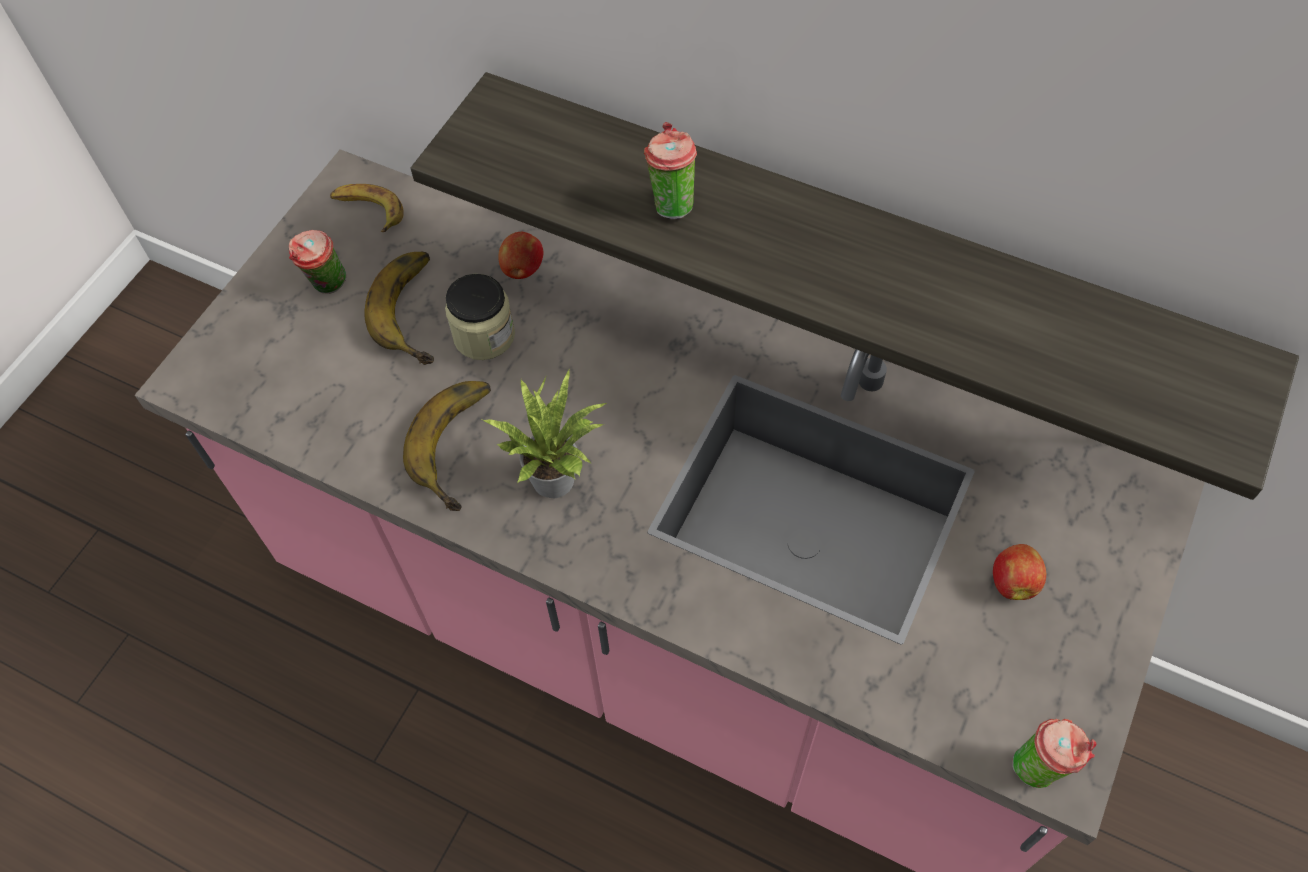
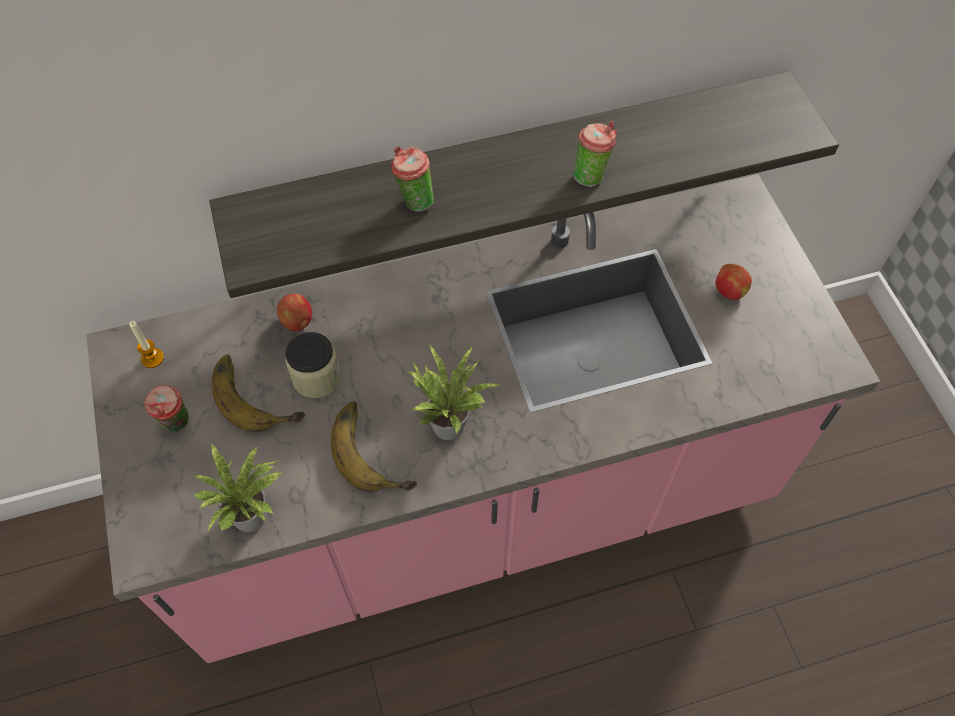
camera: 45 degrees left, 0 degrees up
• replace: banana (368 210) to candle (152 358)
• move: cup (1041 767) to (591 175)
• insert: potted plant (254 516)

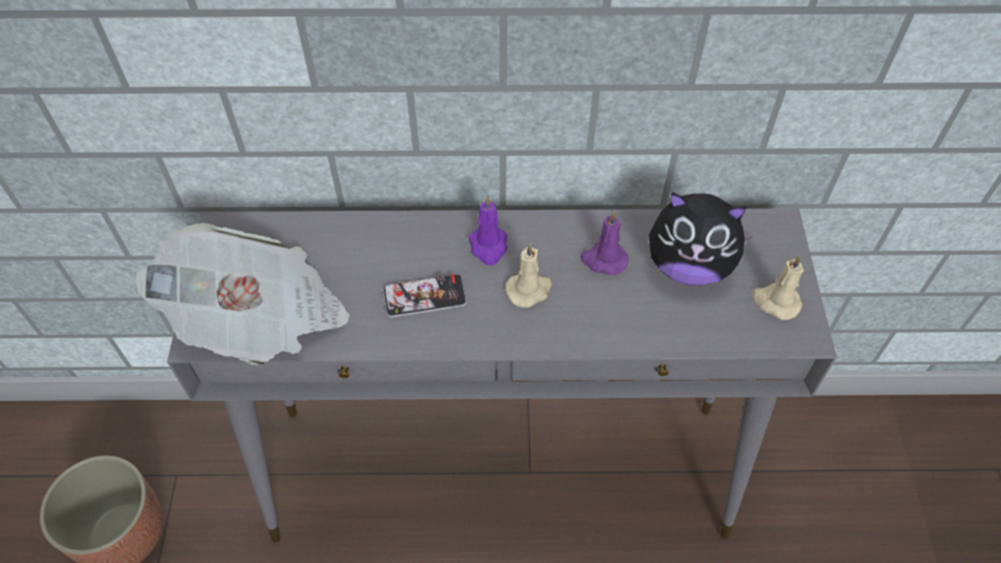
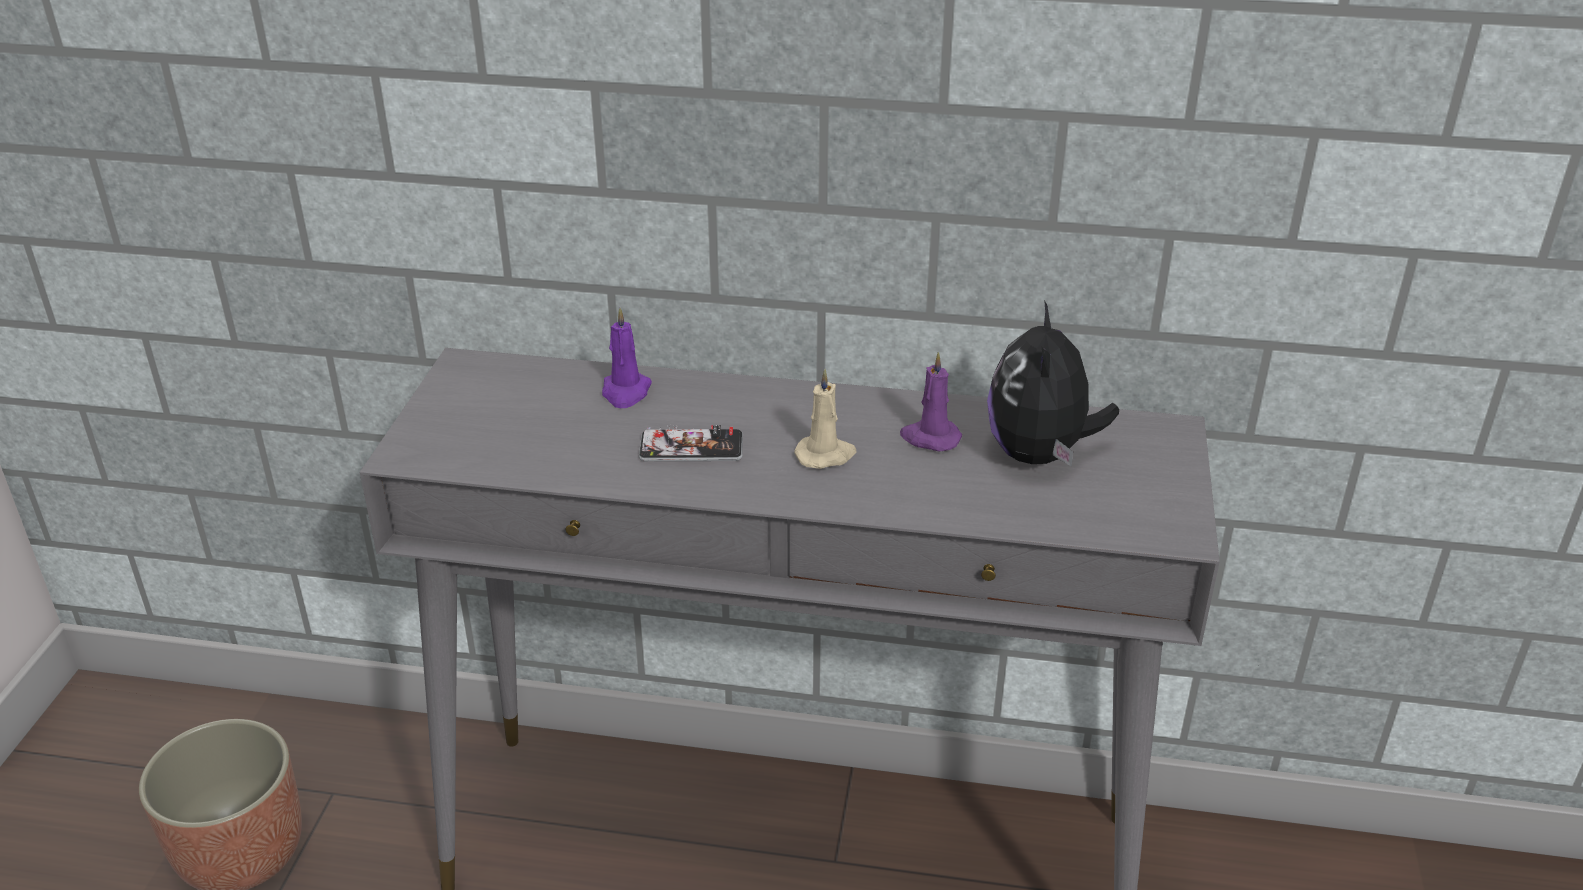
camera: 10 degrees right, 20 degrees down
• delete: newspaper (260 318)
• move: purple candle (488 247) to (626 392)
• rotate: plush toy (688 266) = (1040 454) 75 degrees clockwise
• delete: beige candle (775 302)

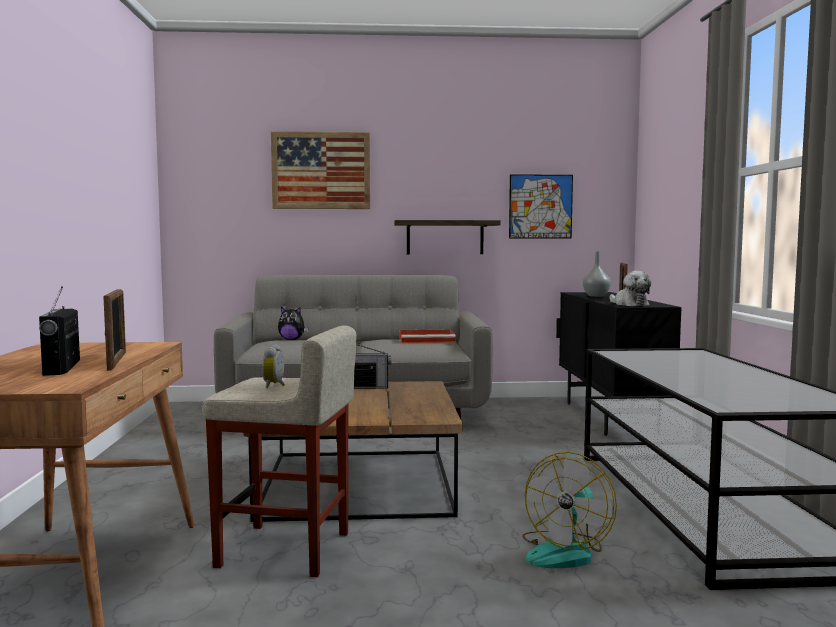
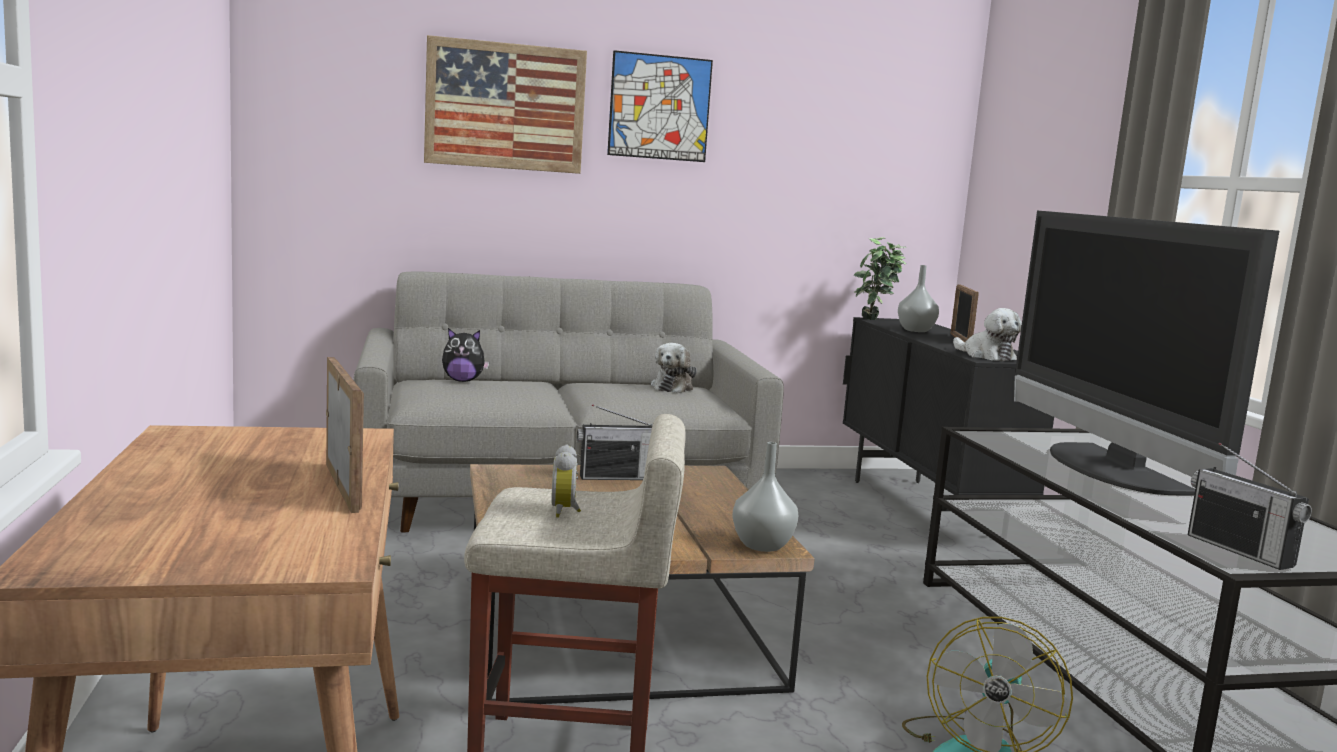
camera: 10 degrees left, 5 degrees up
• move: radio (62 368) to (1240 551)
• delete: shelf (445 237)
• replace: red tray (427 339) to plush toy (673 387)
• move: picture (540 206) to (659 107)
• insert: grey vase (762 546)
• insert: potted plant (875 320)
• insert: television (1107 469)

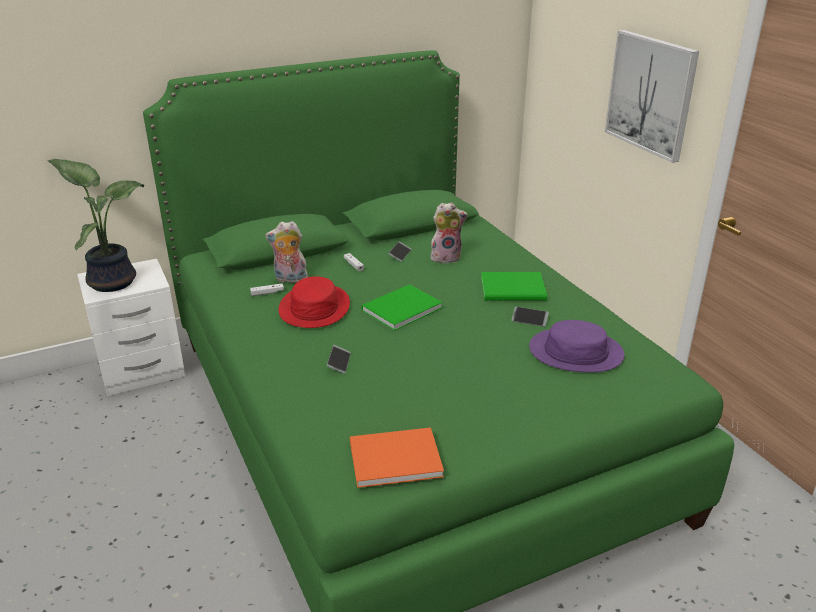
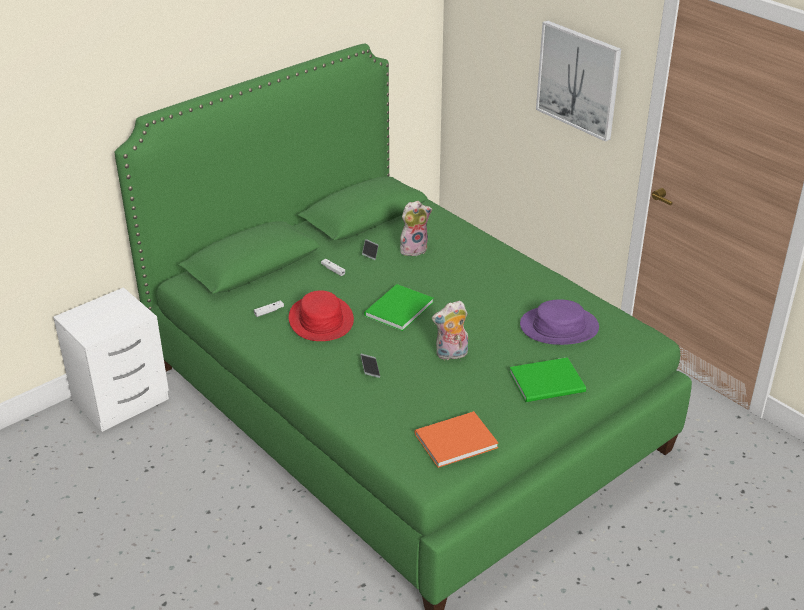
camera: 15 degrees left, 5 degrees up
• delete: potted plant (112 281)
• move: plush toy (290 279) to (451 355)
• move: green book (515 289) to (549 383)
• delete: phone (529 320)

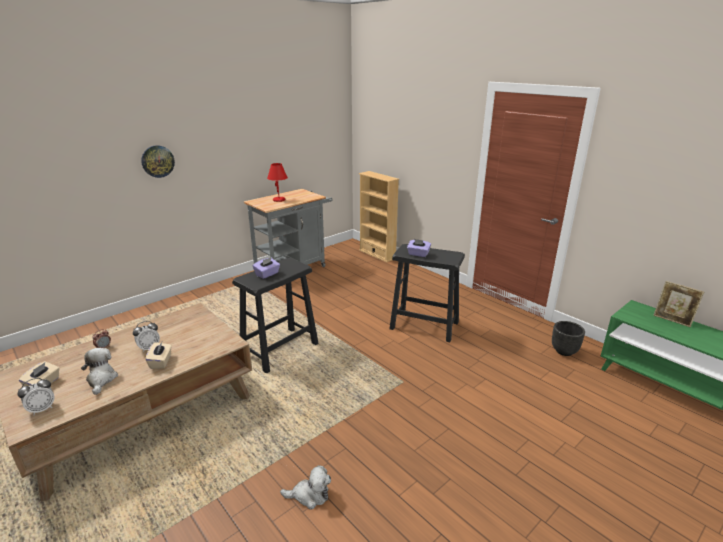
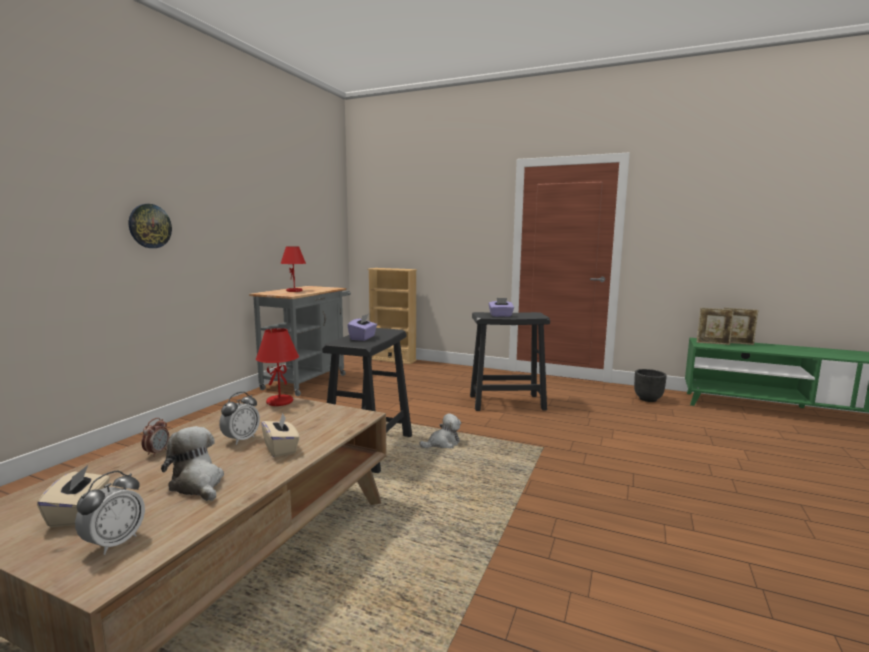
camera: 25 degrees left, 15 degrees down
• move: plush toy (309 495) to (443 444)
• insert: red table lamp (280 402)
• insert: picture frame (713 343)

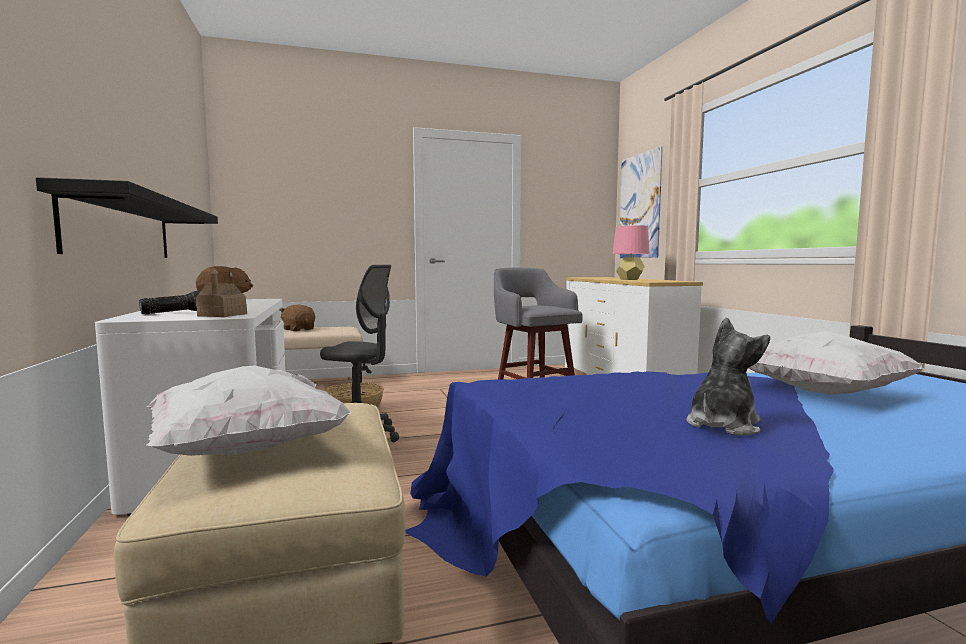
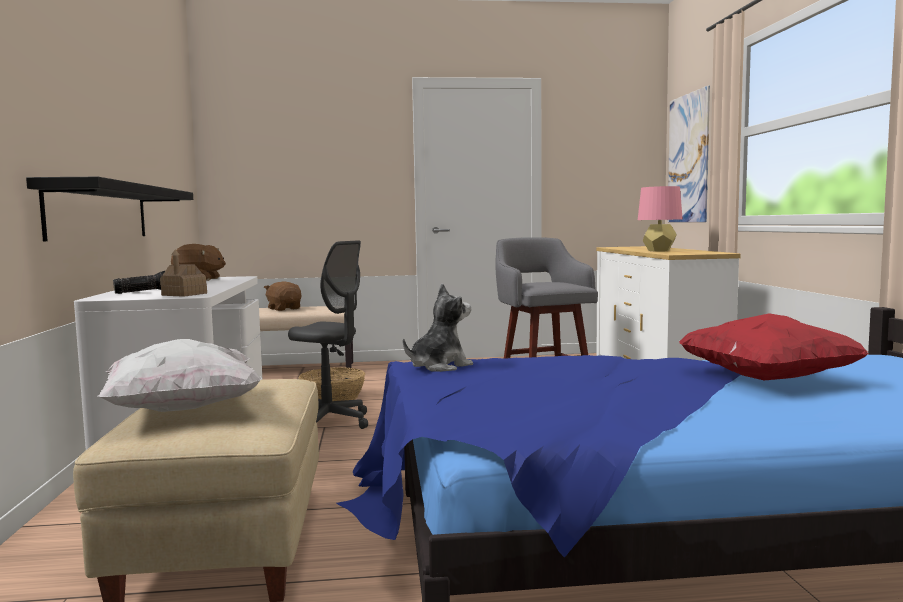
camera: 10 degrees right, 0 degrees up
• move: plush toy (722 425) to (439 366)
• recolor: white pillow (822 393) to red pillow (766 379)

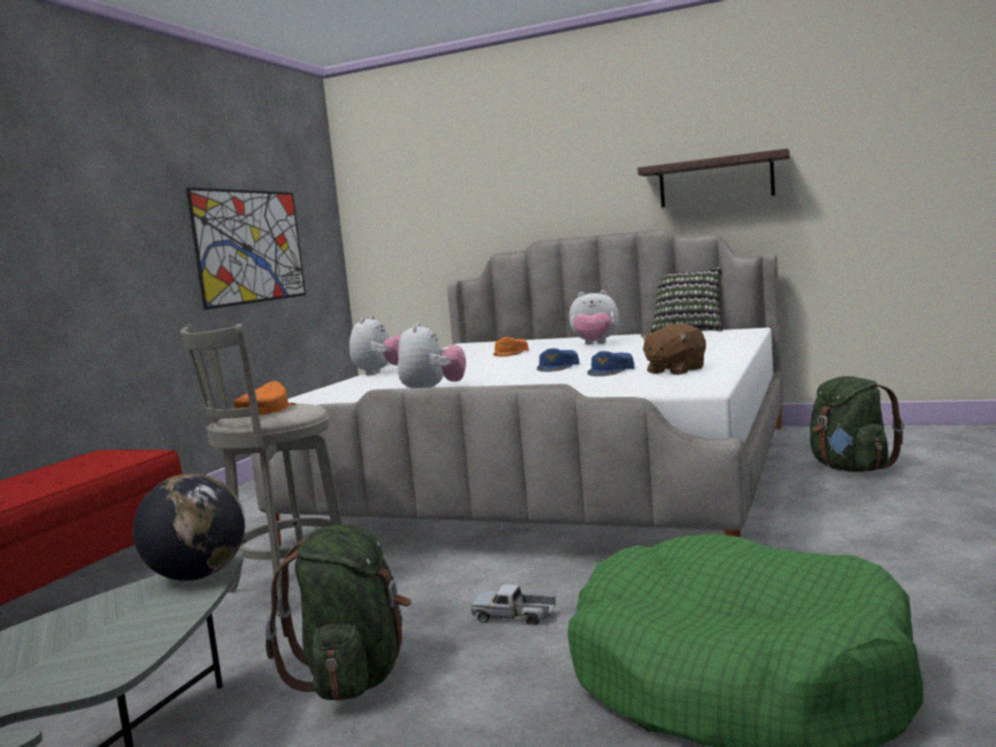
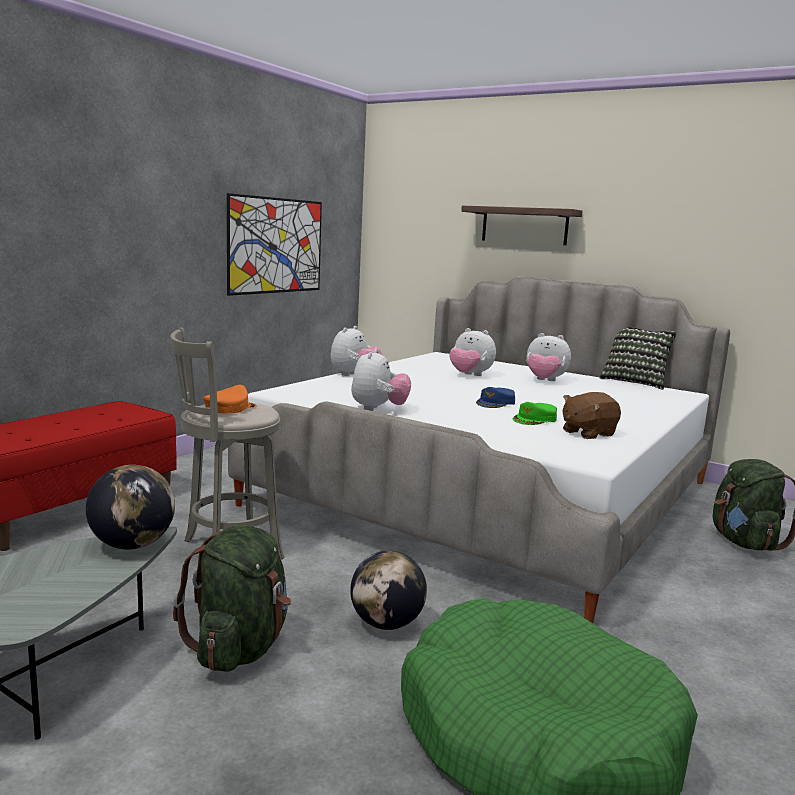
camera: 10 degrees right, 5 degrees up
• replace: toy truck (514 617) to globe (386 624)
• replace: orange cap (511 353) to plush toy (470 375)
• recolor: blue cap (611 371) to green cap (535 419)
• move: shelf (715 181) to (524 225)

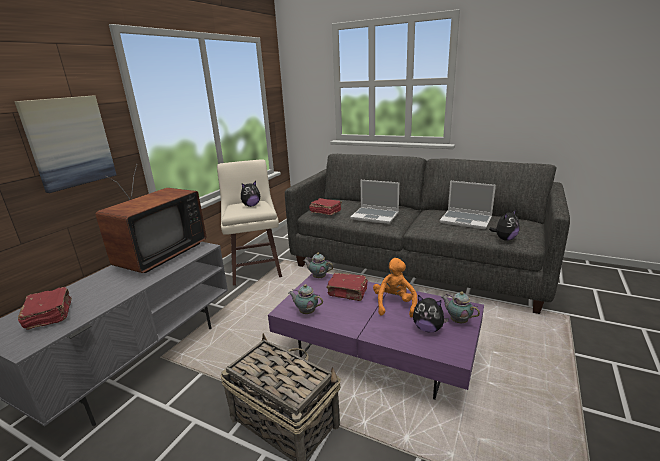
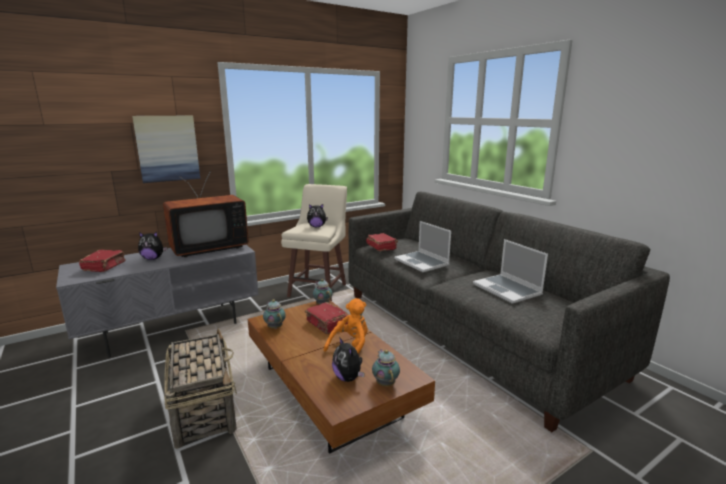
camera: 30 degrees right, 5 degrees down
• recolor: purple coffee table (376 352) to brown coffee table (331 392)
• move: plush toy (504 239) to (153 258)

